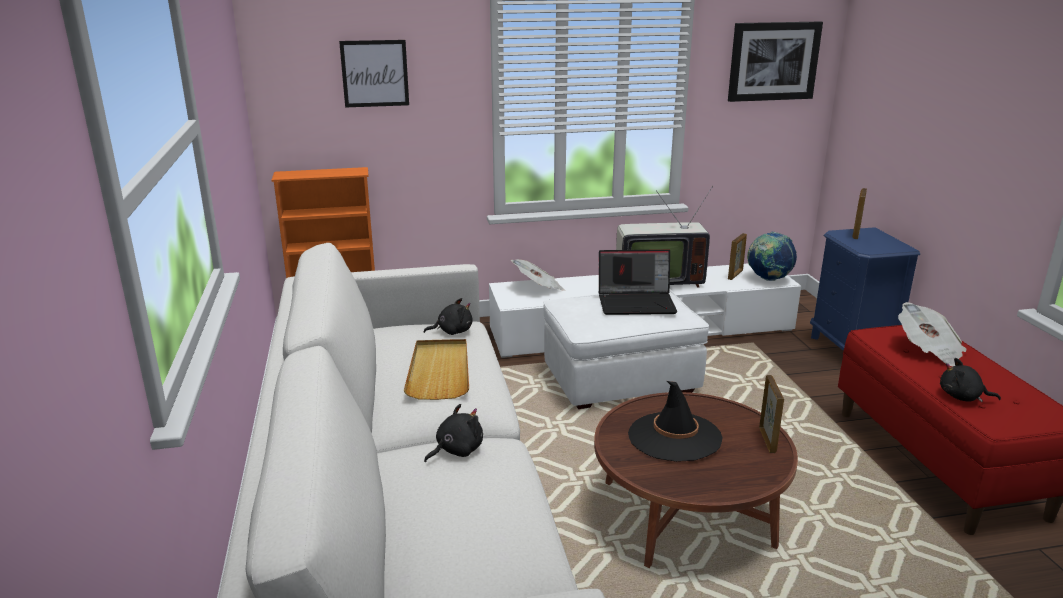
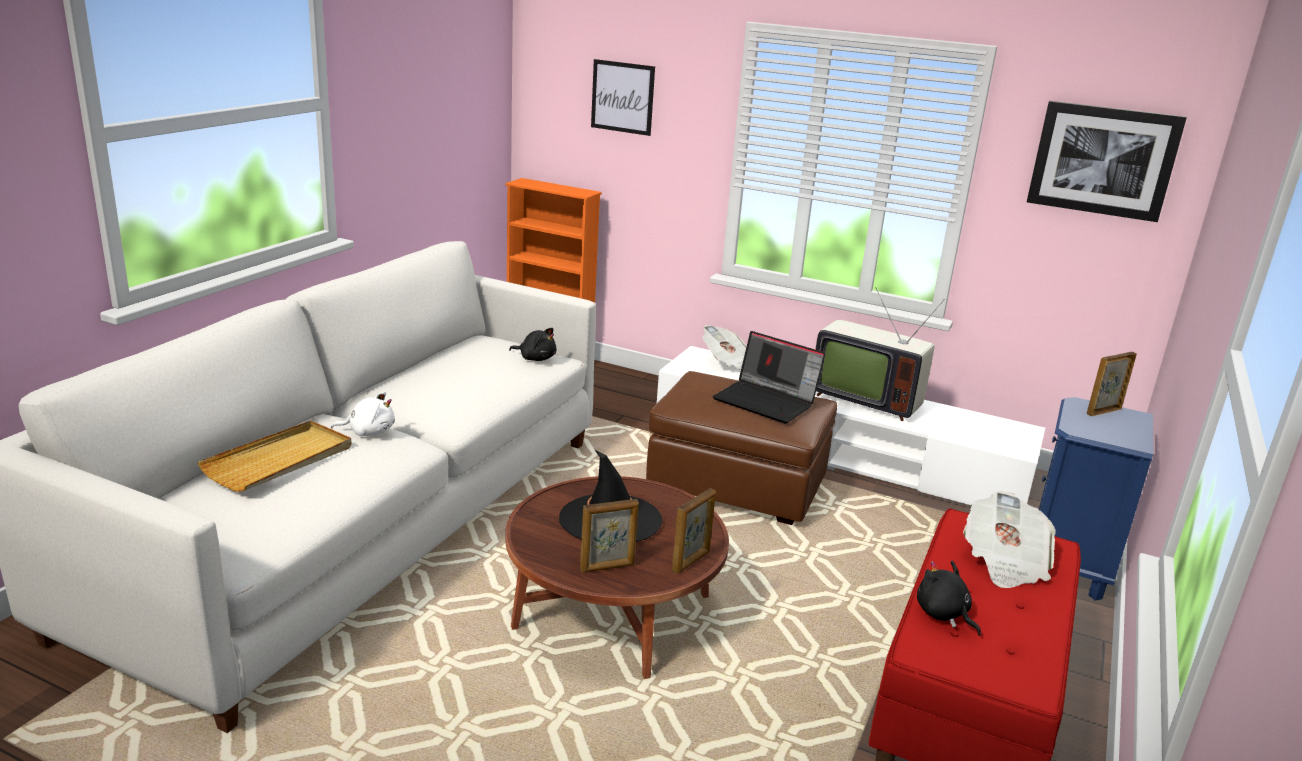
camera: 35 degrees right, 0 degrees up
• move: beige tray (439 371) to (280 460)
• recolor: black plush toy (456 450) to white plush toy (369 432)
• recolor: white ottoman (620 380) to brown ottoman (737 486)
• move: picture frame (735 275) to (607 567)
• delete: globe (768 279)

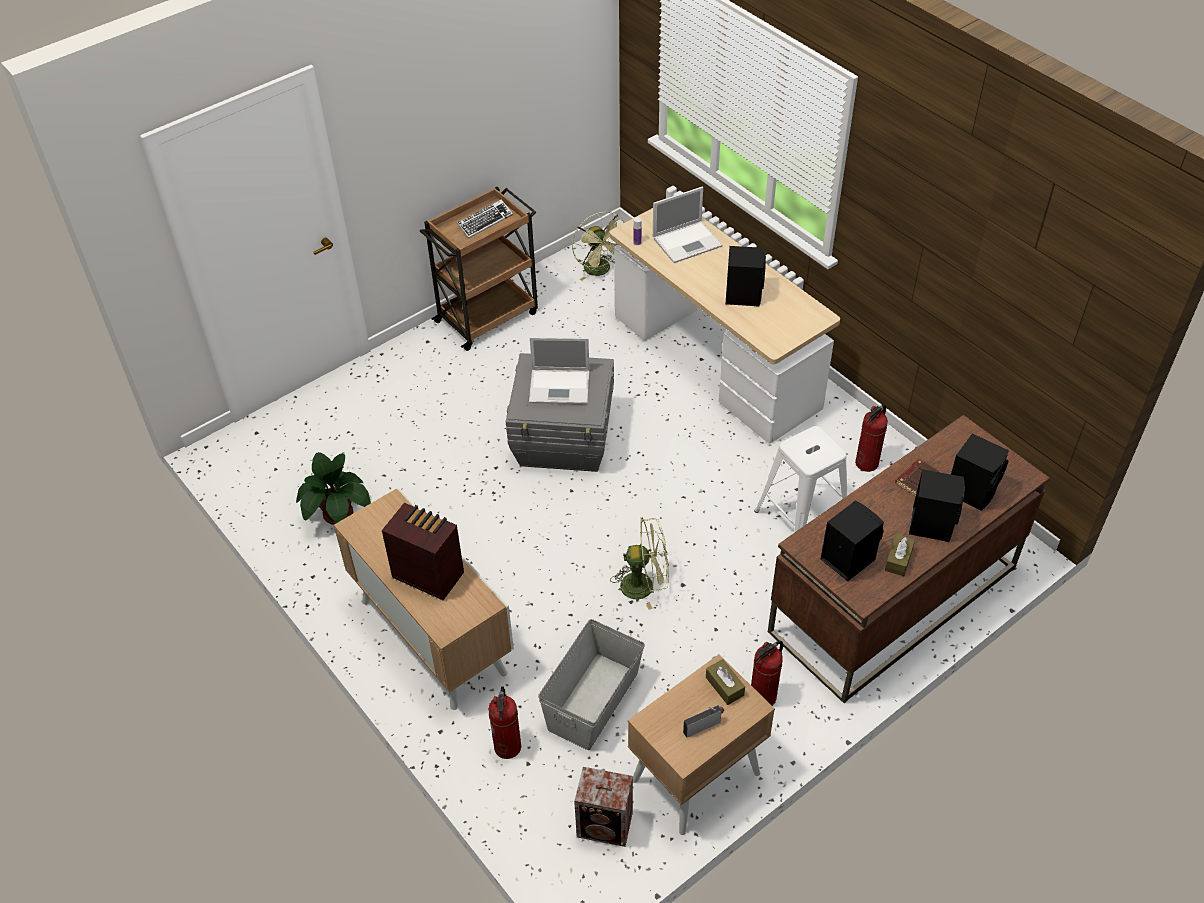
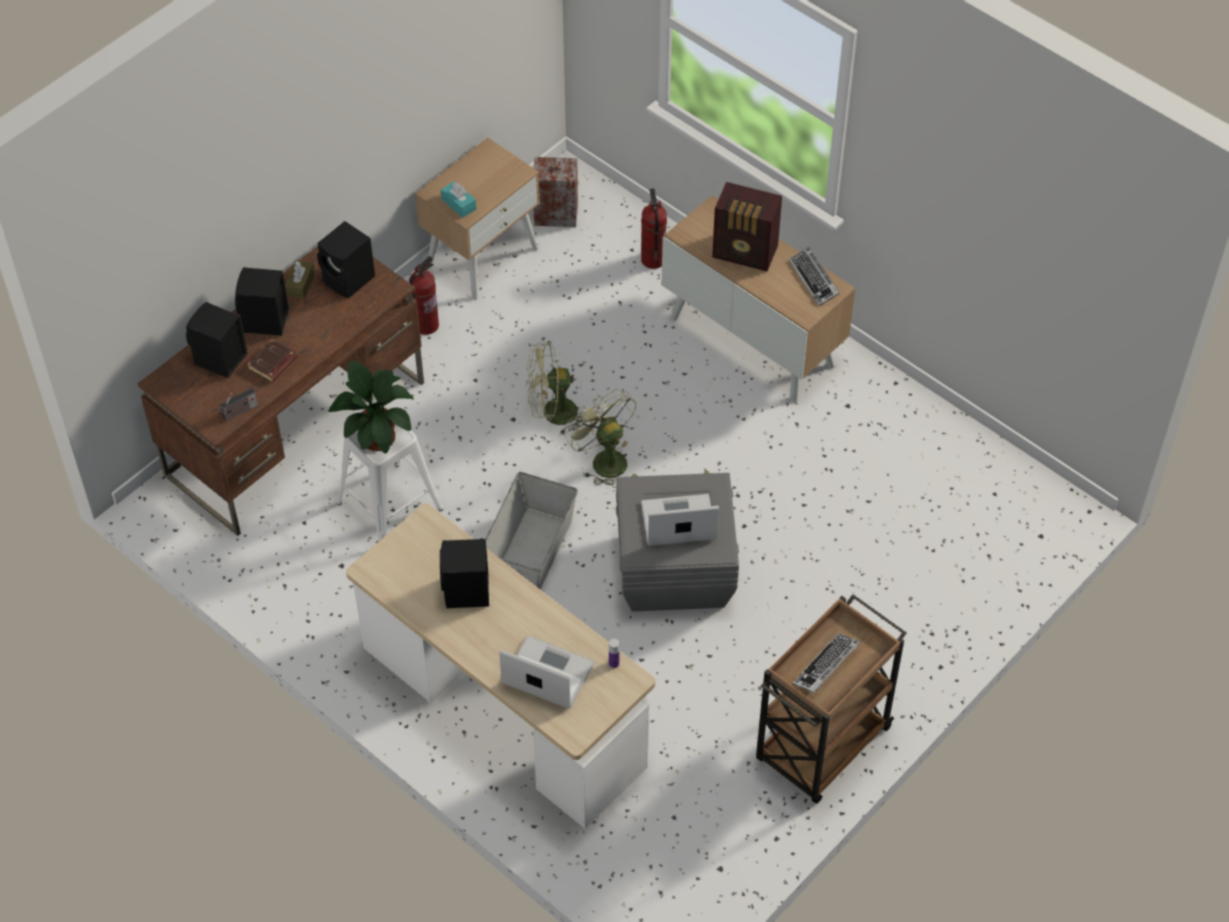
camera: 170 degrees right, 5 degrees up
• move: potted plant (338 515) to (376 434)
• move: grey storage box (594 700) to (530 553)
• move: green fan (601 271) to (603 459)
• rotate: laptop (688 241) = (546 673) 60 degrees clockwise
• move: radio (703 726) to (239 412)
• recolor: brown tissue box (724 686) to turquoise tissue box (459 204)
• delete: fire extinguisher (867 463)
• insert: keyboard (814 279)

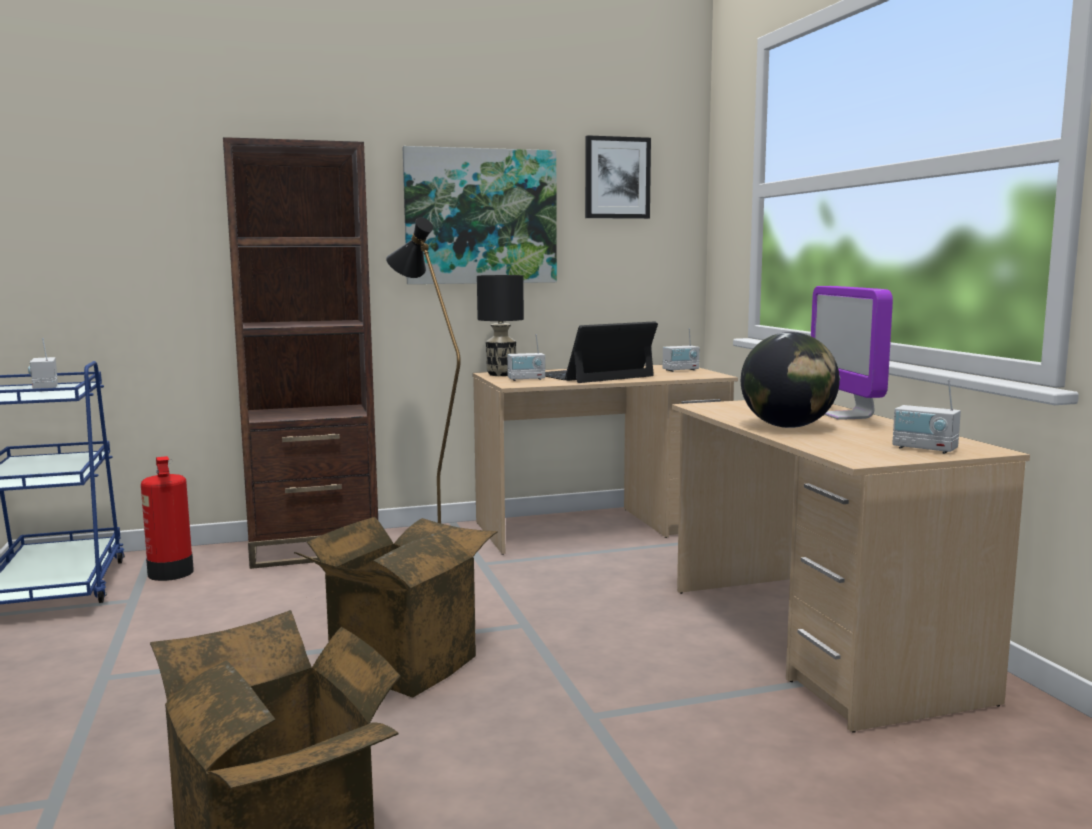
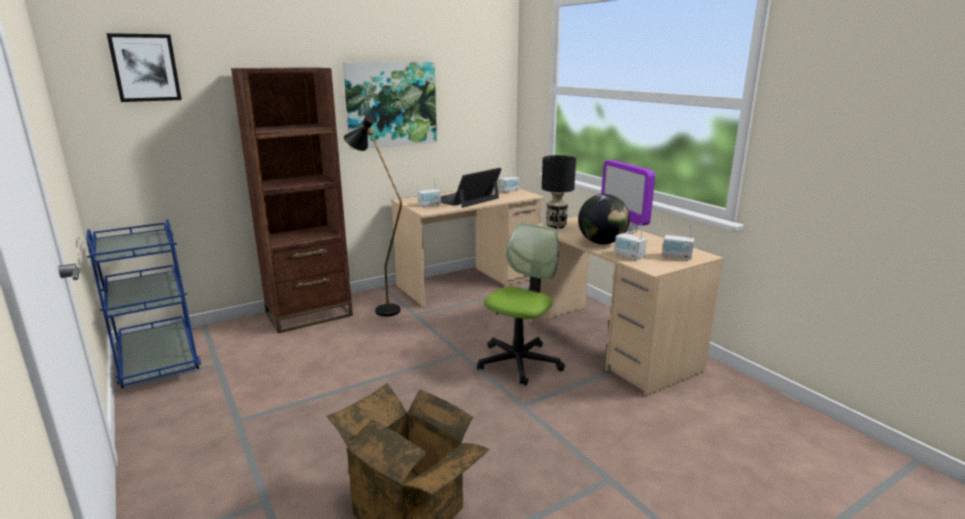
camera: 15 degrees left, 10 degrees up
• move: radio (45 388) to (629 256)
• delete: fire extinguisher (170 573)
• delete: cardboard box (400 662)
• move: black table lamp (502 374) to (556 226)
• move: picture (617 178) to (145 68)
• insert: office chair (519 362)

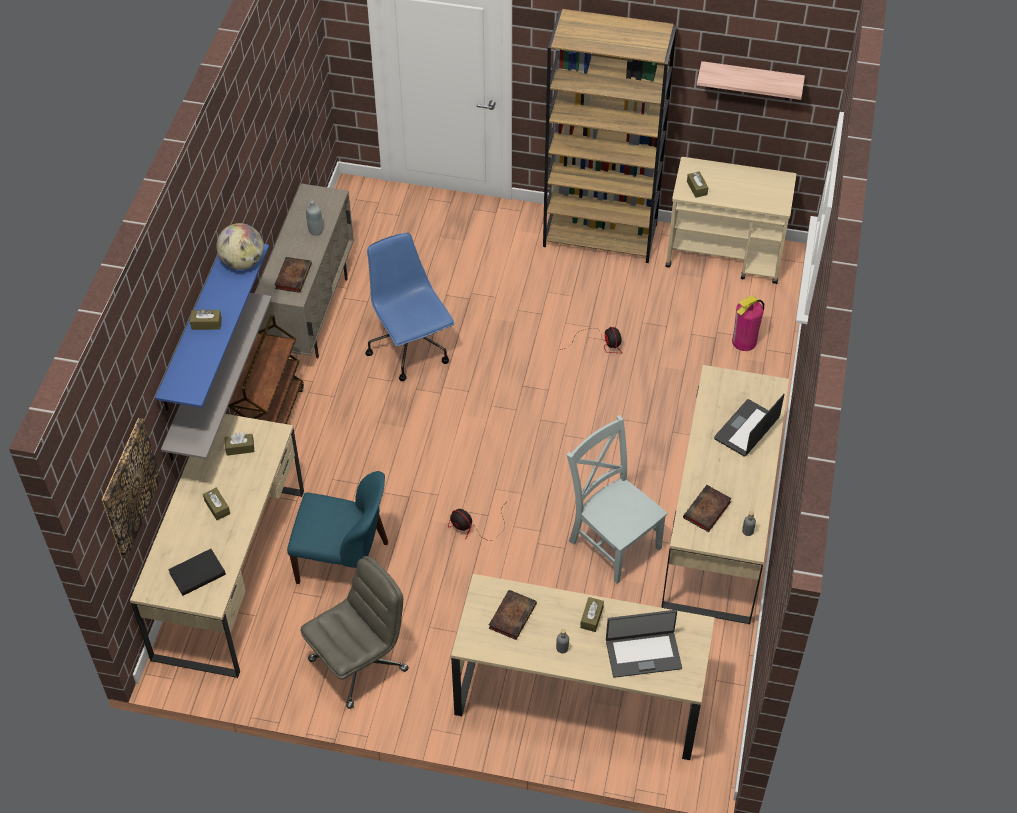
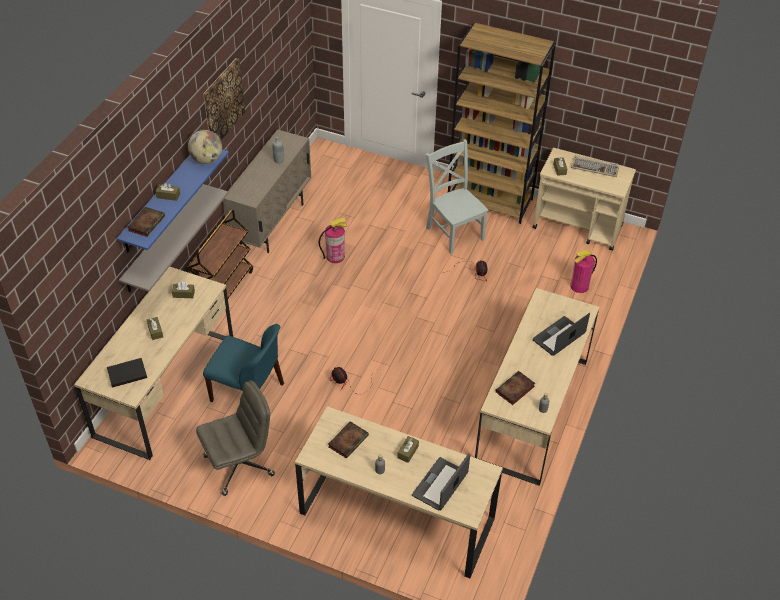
camera: 10 degrees right, 5 degrees down
• move: picture (129 488) to (223 102)
• move: book (293 276) to (146 223)
• replace: blue office chair (411 349) to fire extinguisher (335 256)
• move: grey chair (612 541) to (454 232)
• rotate: laptop (643 653) = (440 485) 120 degrees clockwise
• delete: shelf (751 80)
• insert: keyboard (595 167)

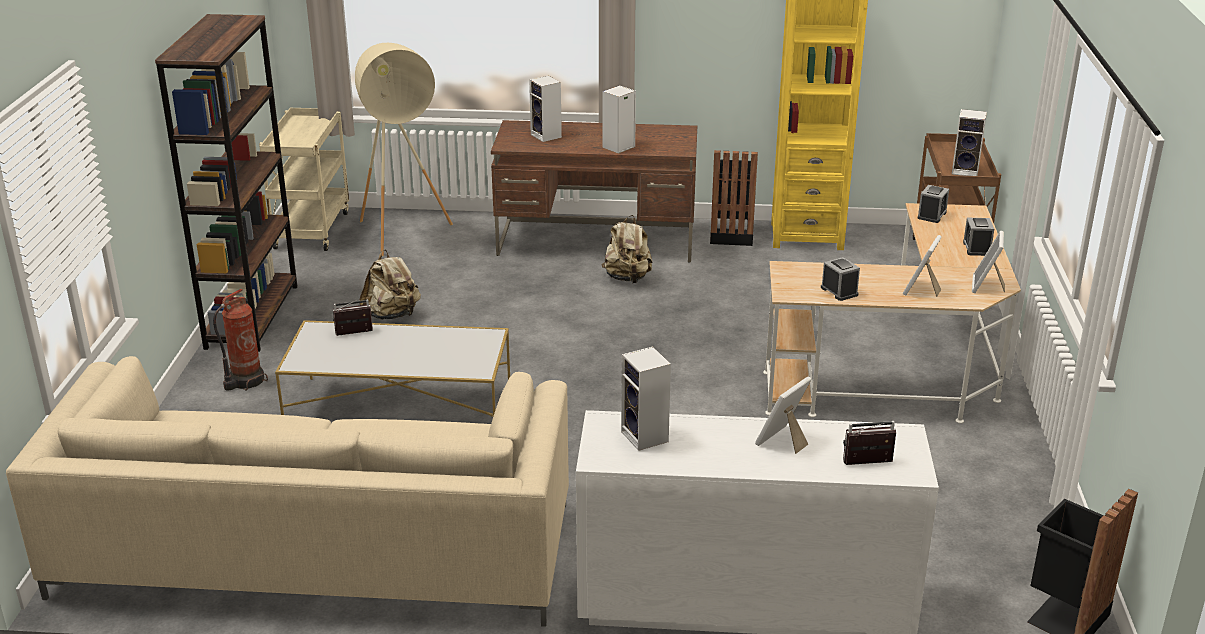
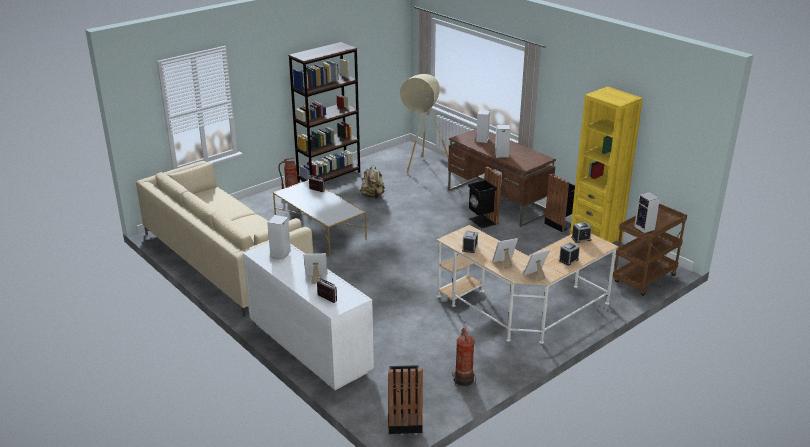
camera: 45 degrees right, 0 degrees up
• delete: beige cart (311 229)
• replace: beige backpack (627 278) to black trash can (482 221)
• insert: fire extinguisher (464 379)

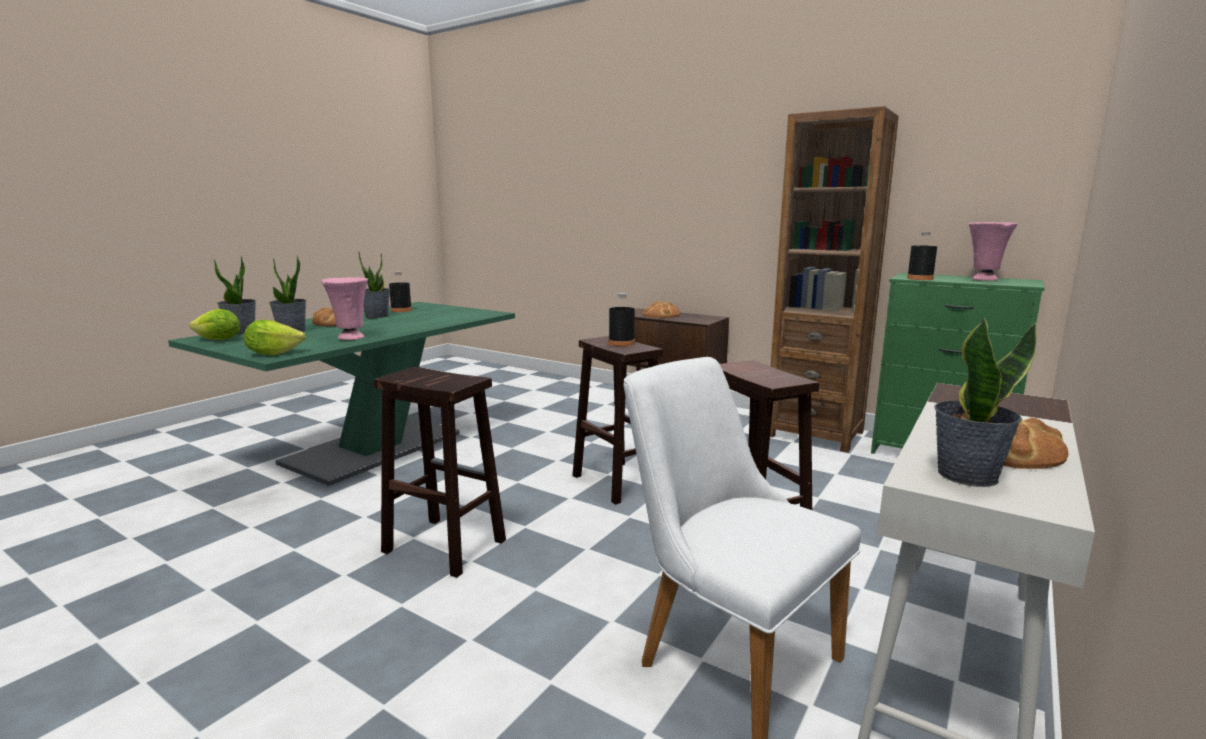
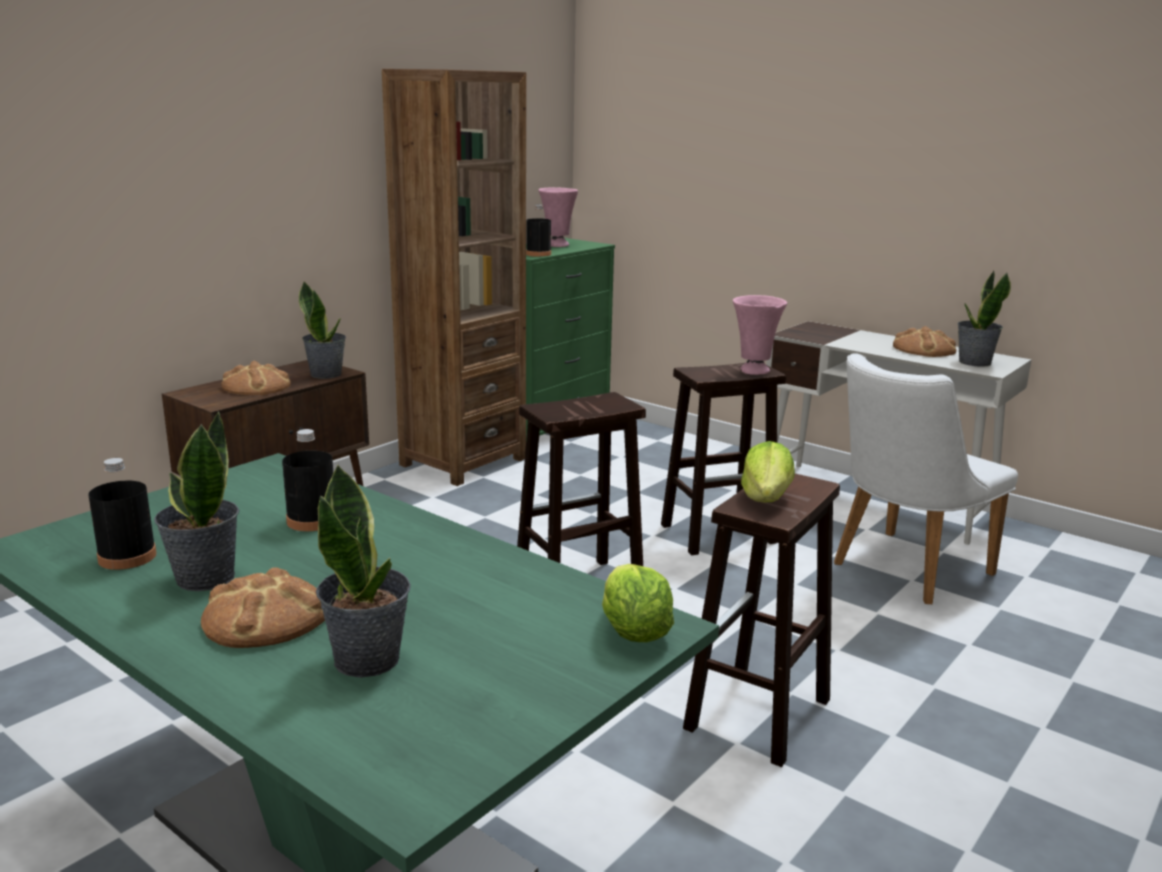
camera: 85 degrees left, 5 degrees up
• move: lettuce (218 340) to (766 498)
• move: potted plant (241 332) to (326 374)
• move: pink vase (350 338) to (754 371)
• move: black bottle (621 343) to (312 520)

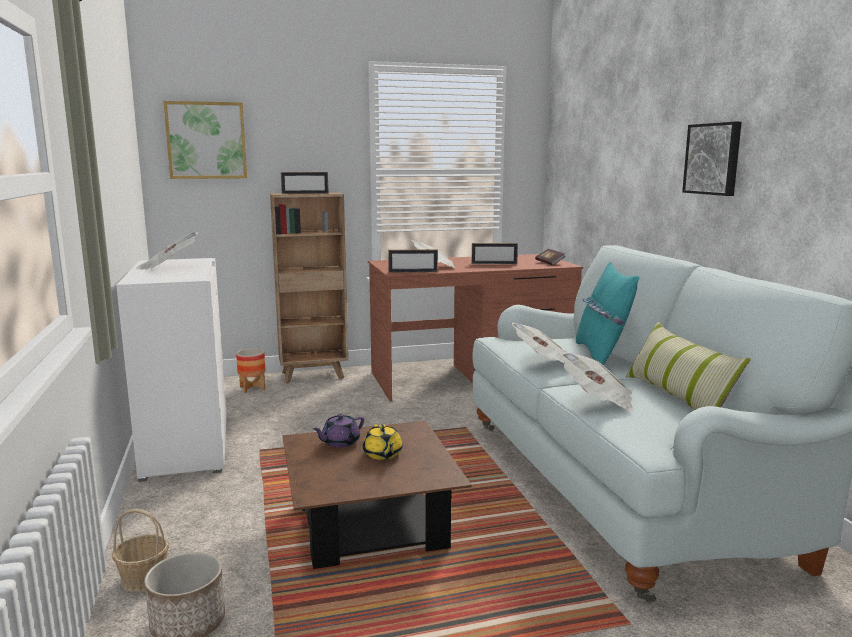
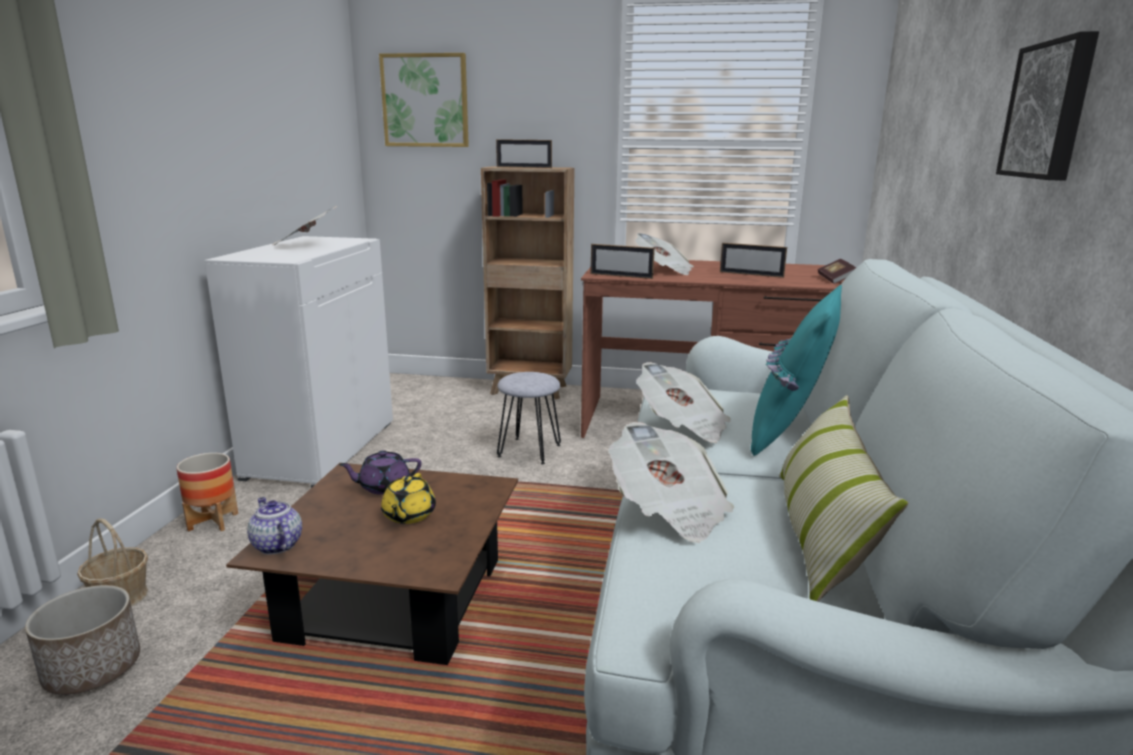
camera: 25 degrees right, 5 degrees up
• move: planter (252 388) to (213 521)
• insert: teapot (276 545)
• insert: grey stool (530 451)

